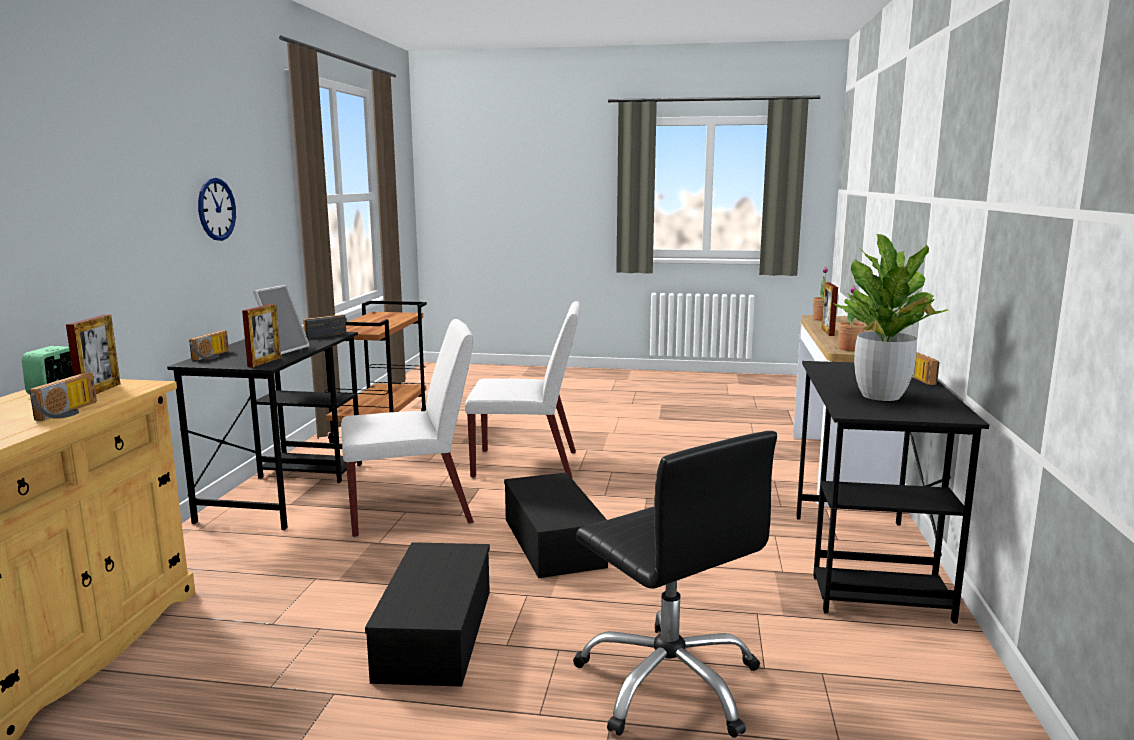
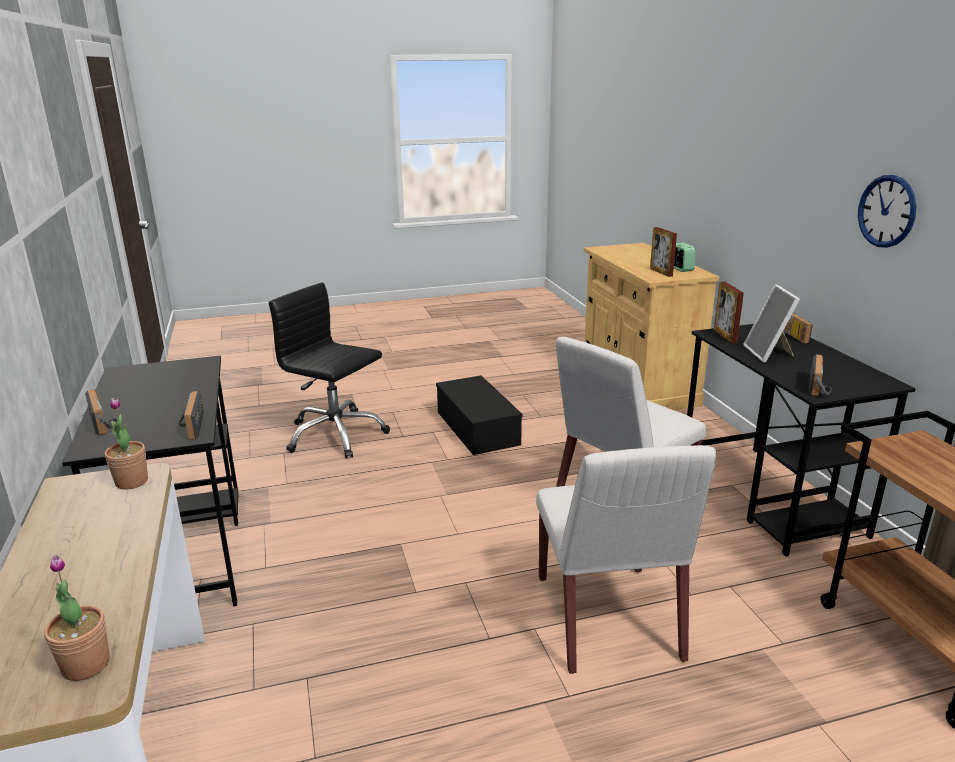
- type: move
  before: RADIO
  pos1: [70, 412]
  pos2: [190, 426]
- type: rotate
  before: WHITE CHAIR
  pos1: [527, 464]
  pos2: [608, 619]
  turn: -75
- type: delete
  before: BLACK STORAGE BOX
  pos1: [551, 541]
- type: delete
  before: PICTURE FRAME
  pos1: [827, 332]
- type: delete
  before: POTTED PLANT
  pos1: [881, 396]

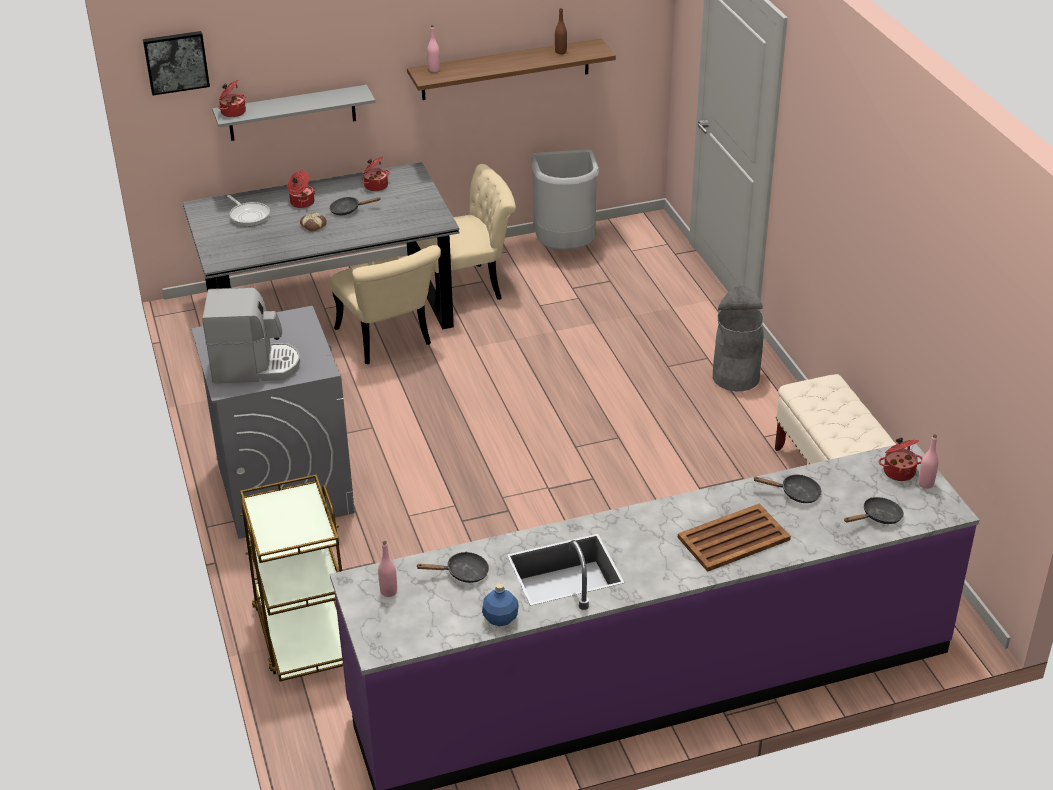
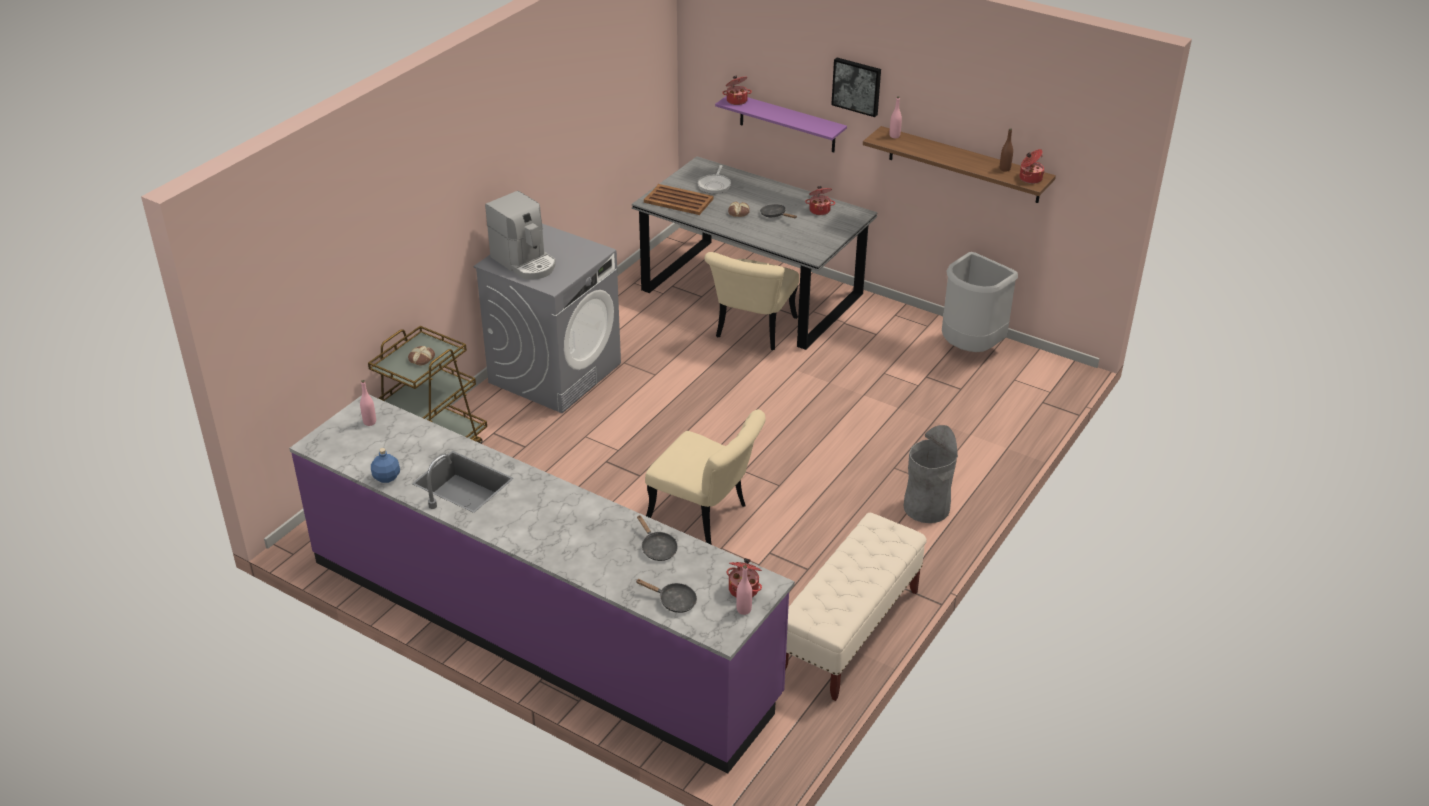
- type: move
  before: PICTURE
  pos1: [176, 61]
  pos2: [857, 86]
- type: recolor
  before: GREY SHELF
  after: PURPLE SHELF
  pos1: [292, 113]
  pos2: [787, 123]
- type: move
  before: COOKING POT
  pos1: [301, 202]
  pos2: [1030, 178]
- type: move
  before: BEIGE CHAIR
  pos1: [467, 286]
  pos2: [706, 516]
- type: delete
  before: BLACK FRYING PAN
  pos1: [463, 573]
- type: move
  before: BROWN TRAY
  pos1: [734, 538]
  pos2: [679, 201]
- type: insert
  after: BREAD
  pos2: [421, 358]

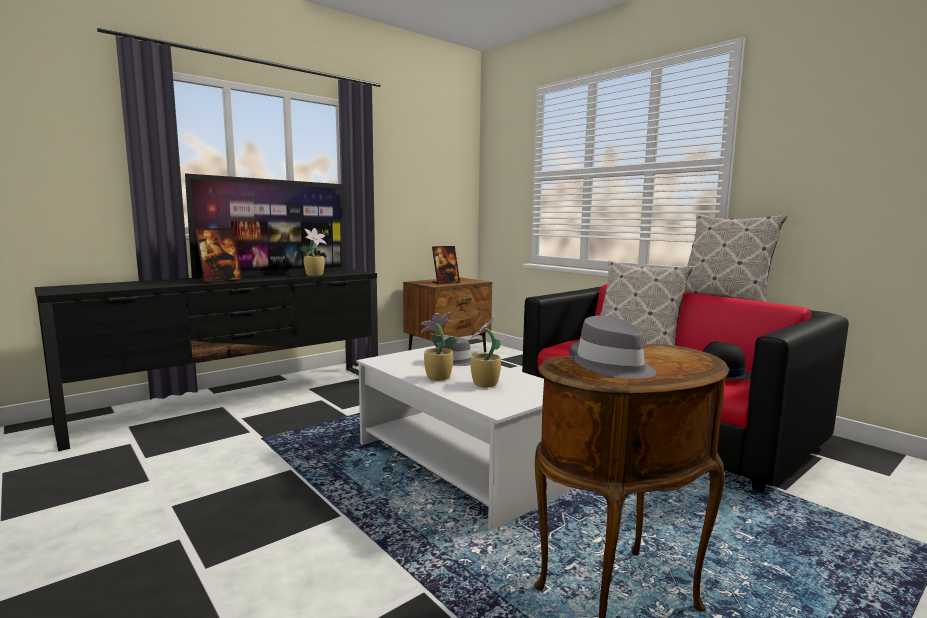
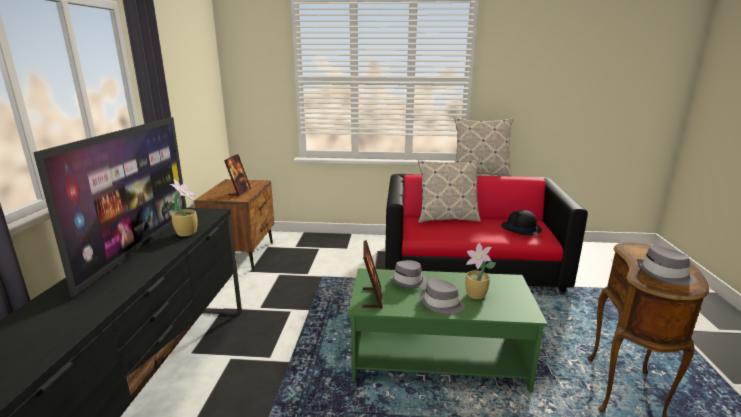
- type: move
  before: PICTURE FRAME
  pos1: [220, 280]
  pos2: [372, 298]
- type: recolor
  before: WHITE COFFEE TABLE
  after: GREEN COFFEE TABLE
  pos1: [460, 465]
  pos2: [438, 357]
- type: replace
  before: POTTED PLANT
  after: GREY HAT
  pos1: [437, 378]
  pos2: [441, 304]

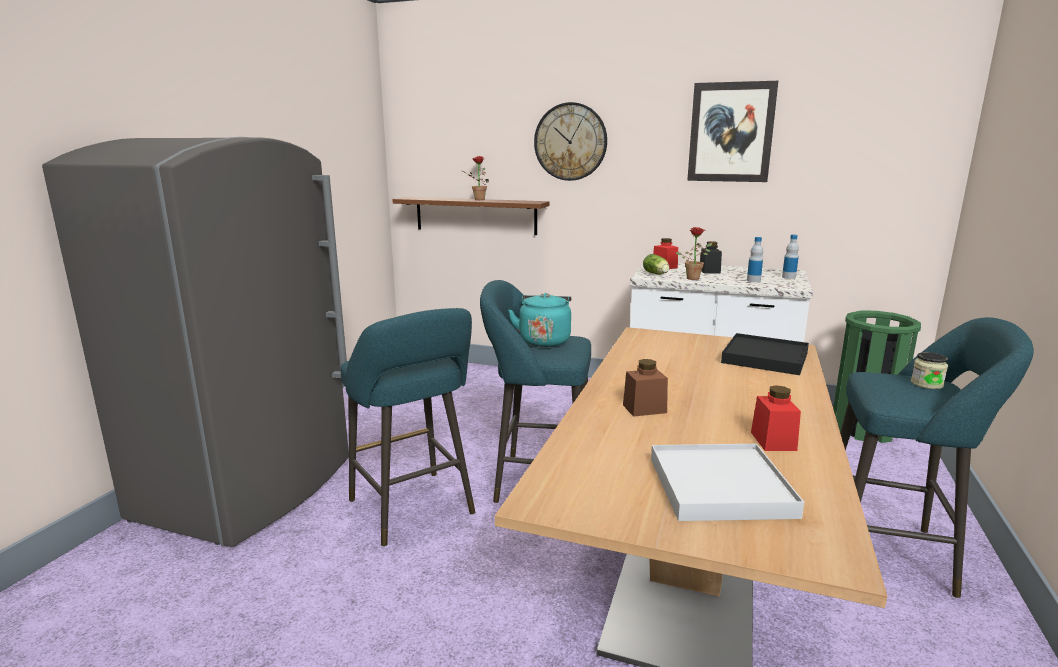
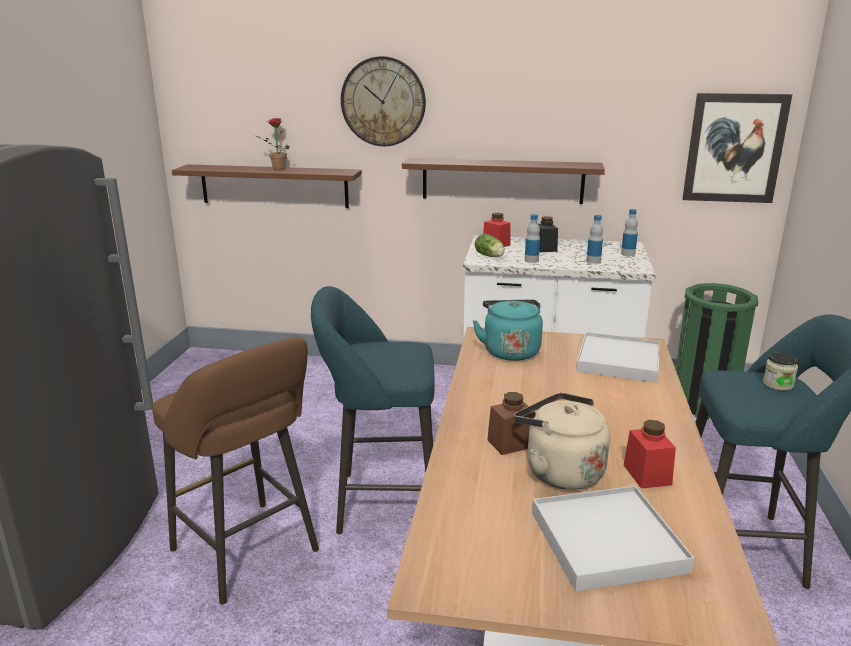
- type: recolor
  before: TURQUOISE STOOL
  after: BROWN STOOL
  pos1: [414, 510]
  pos2: [249, 554]
- type: move
  before: TURQUOISE KETTLE
  pos1: [544, 340]
  pos2: [510, 351]
- type: replace
  before: POTTED PLANT
  after: BOTTLE
  pos1: [694, 278]
  pos2: [531, 260]
- type: move
  before: PICTURE
  pos1: [731, 132]
  pos2: [734, 148]
- type: recolor
  before: BLACK TRAY
  after: WHITE TRAY
  pos1: [765, 358]
  pos2: [618, 361]
- type: insert
  after: BROWN SHELF
  pos2: [502, 180]
- type: insert
  after: BEIGE KETTLE
  pos2: [559, 471]

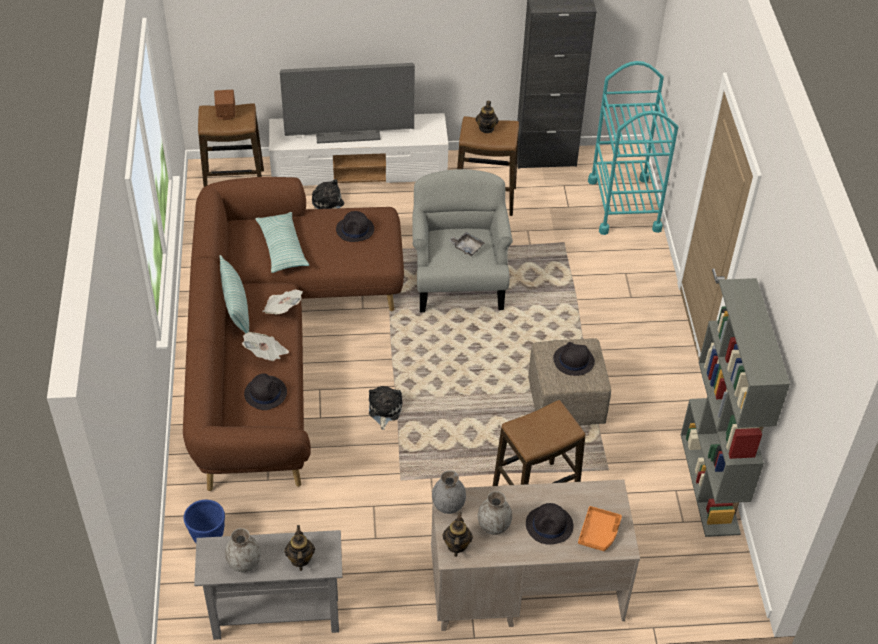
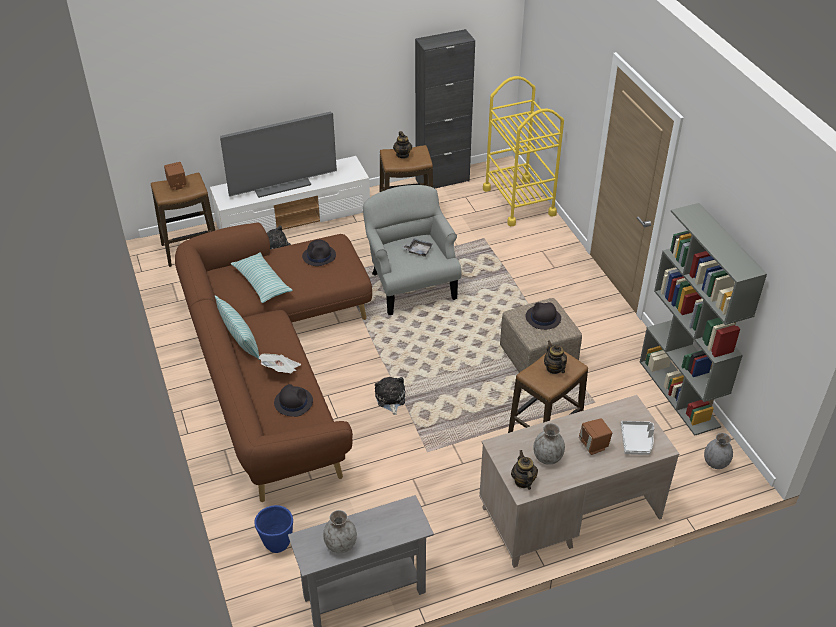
- type: delete
  before: NEWSPAPER
  pos1: [282, 309]
- type: move
  before: TEAPOT
  pos1: [300, 559]
  pos2: [554, 368]
- type: move
  before: GREY VASE
  pos1: [448, 505]
  pos2: [715, 463]
- type: replace
  before: BLACK HAT
  after: BROWN SPEAKER
  pos1: [549, 525]
  pos2: [593, 446]
- type: recolor
  before: ORANGE TRAY
  after: GREY TRAY
  pos1: [599, 533]
  pos2: [637, 441]
- type: recolor
  before: TURQUOISE CART
  after: YELLOW CART
  pos1: [624, 205]
  pos2: [519, 201]

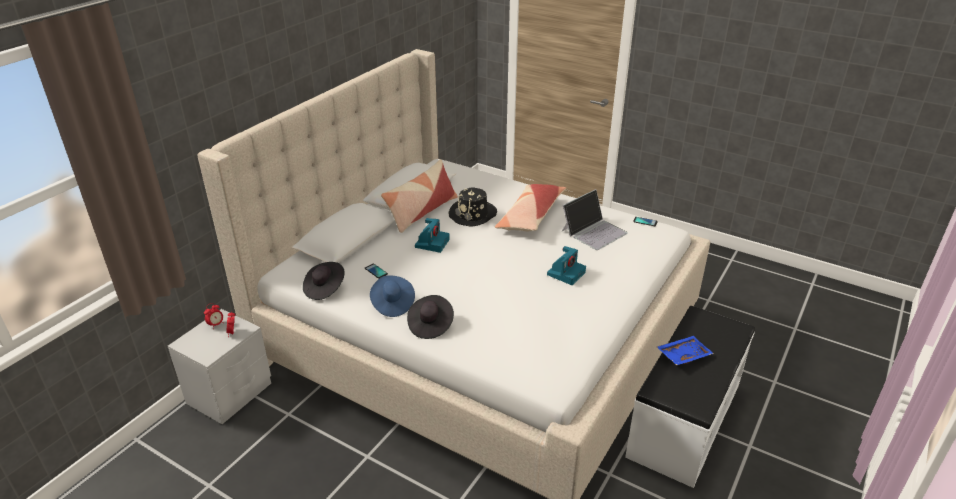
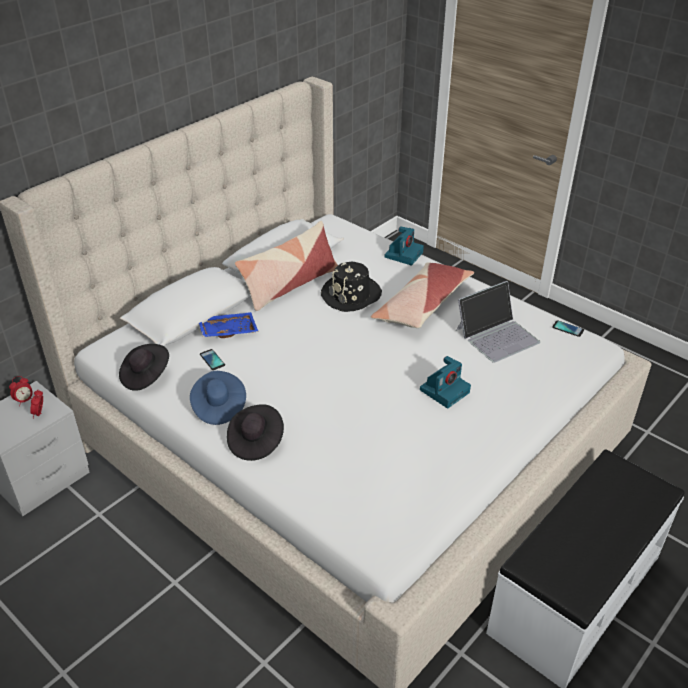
- type: move
  before: PHOTO CAMERA
  pos1: [432, 243]
  pos2: [403, 254]
- type: move
  before: BLUE TRAY
  pos1: [683, 355]
  pos2: [228, 330]

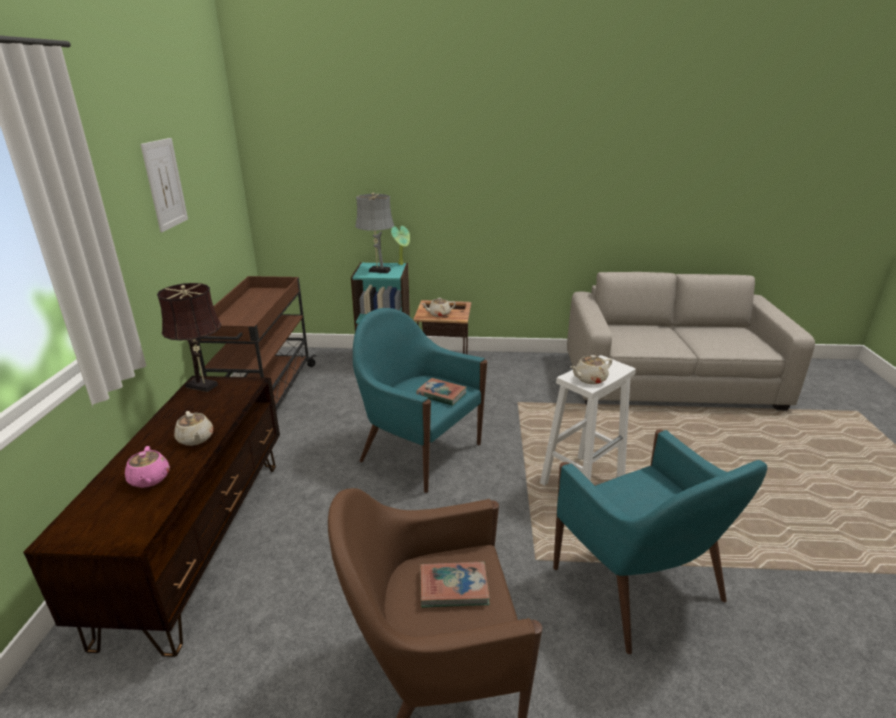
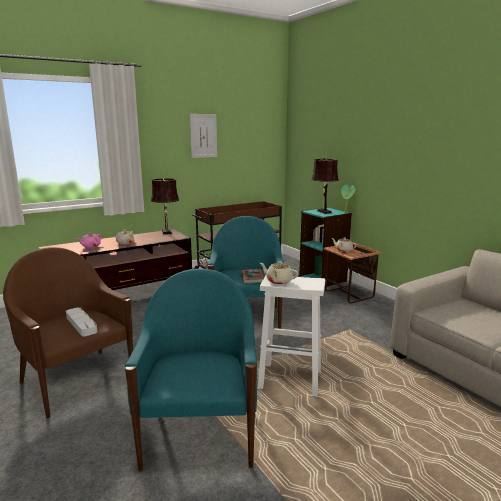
- type: recolor
  before: GREY TABLE LAMP
  after: BROWN TABLE LAMP
  pos1: [377, 270]
  pos2: [323, 211]
- type: replace
  before: BOOK
  after: GREY TRAY
  pos1: [453, 587]
  pos2: [81, 324]
- type: rotate
  before: TURQUOISE ARMCHAIR
  pos1: [639, 587]
  pos2: [200, 432]
  turn: 150

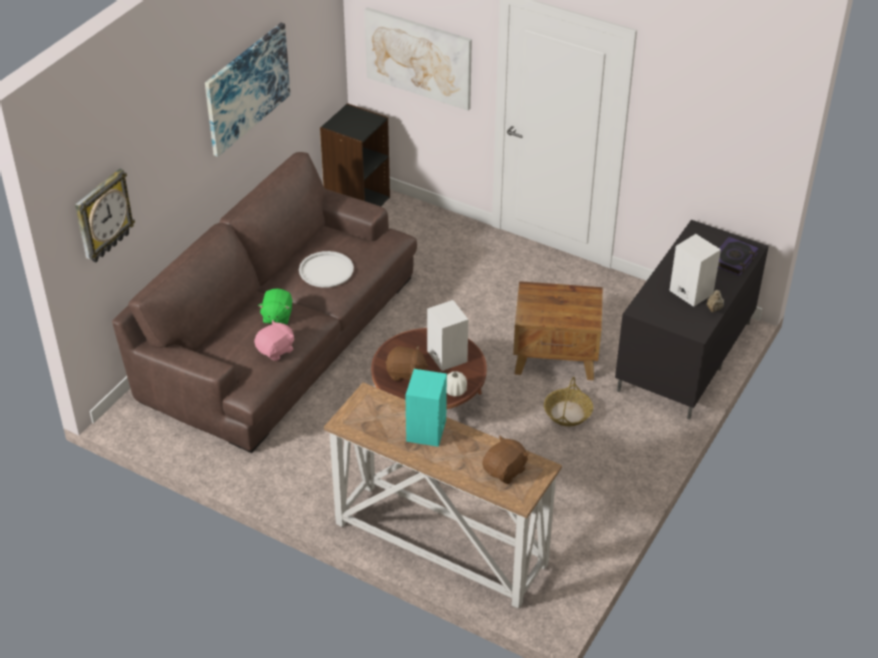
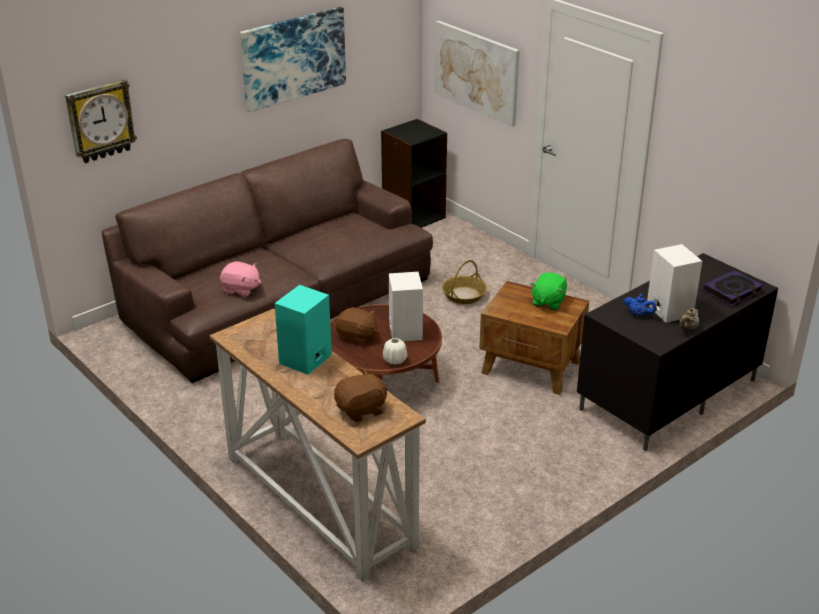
- type: rotate
  before: PINK PLUSH TOY
  pos1: [276, 350]
  pos2: [241, 290]
  turn: 45
- type: move
  before: GREEN PLUSH TOY
  pos1: [277, 316]
  pos2: [548, 302]
- type: delete
  before: WHITE TRAY
  pos1: [326, 270]
- type: move
  before: BASKET
  pos1: [567, 413]
  pos2: [464, 295]
- type: insert
  after: BLUE TEAPOT
  pos2: [639, 315]

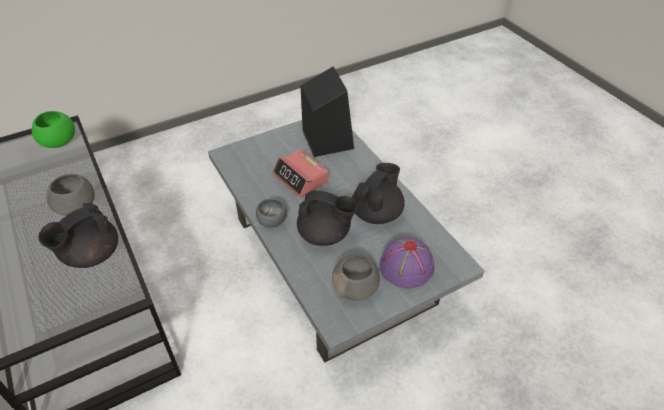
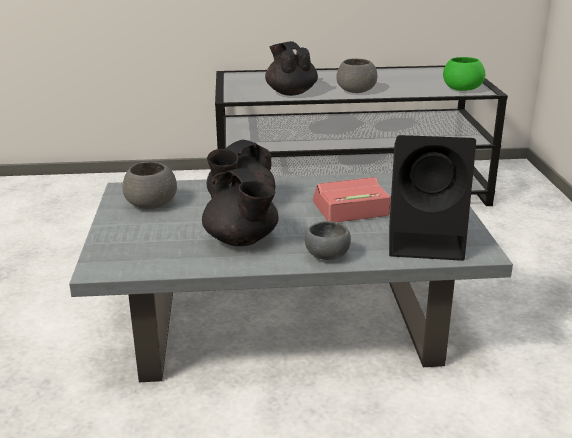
- type: move
  before: GREY BOWL
  pos1: [272, 221]
  pos2: [327, 257]
- type: delete
  before: PURPLE HAT
  pos1: [406, 267]

